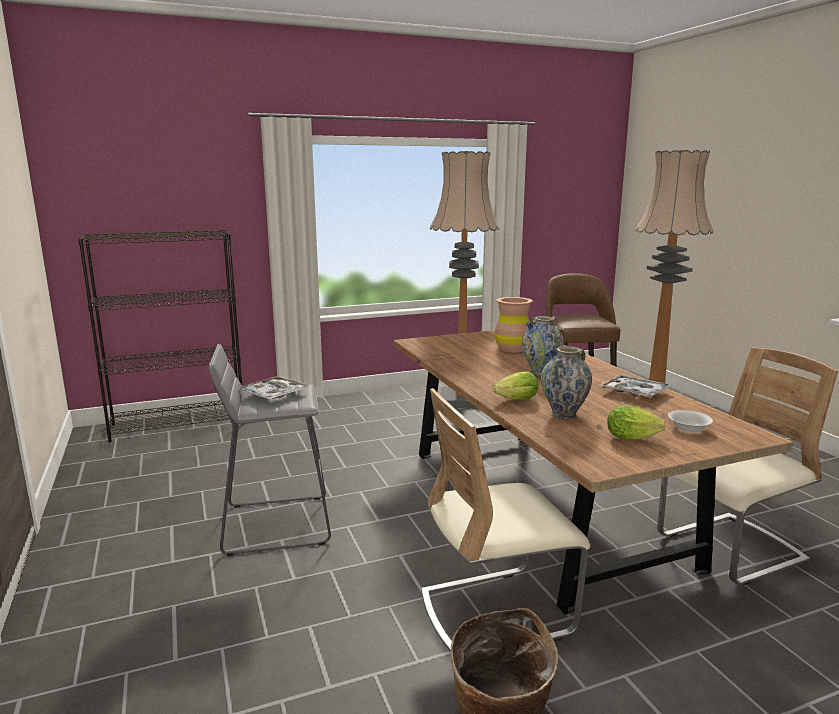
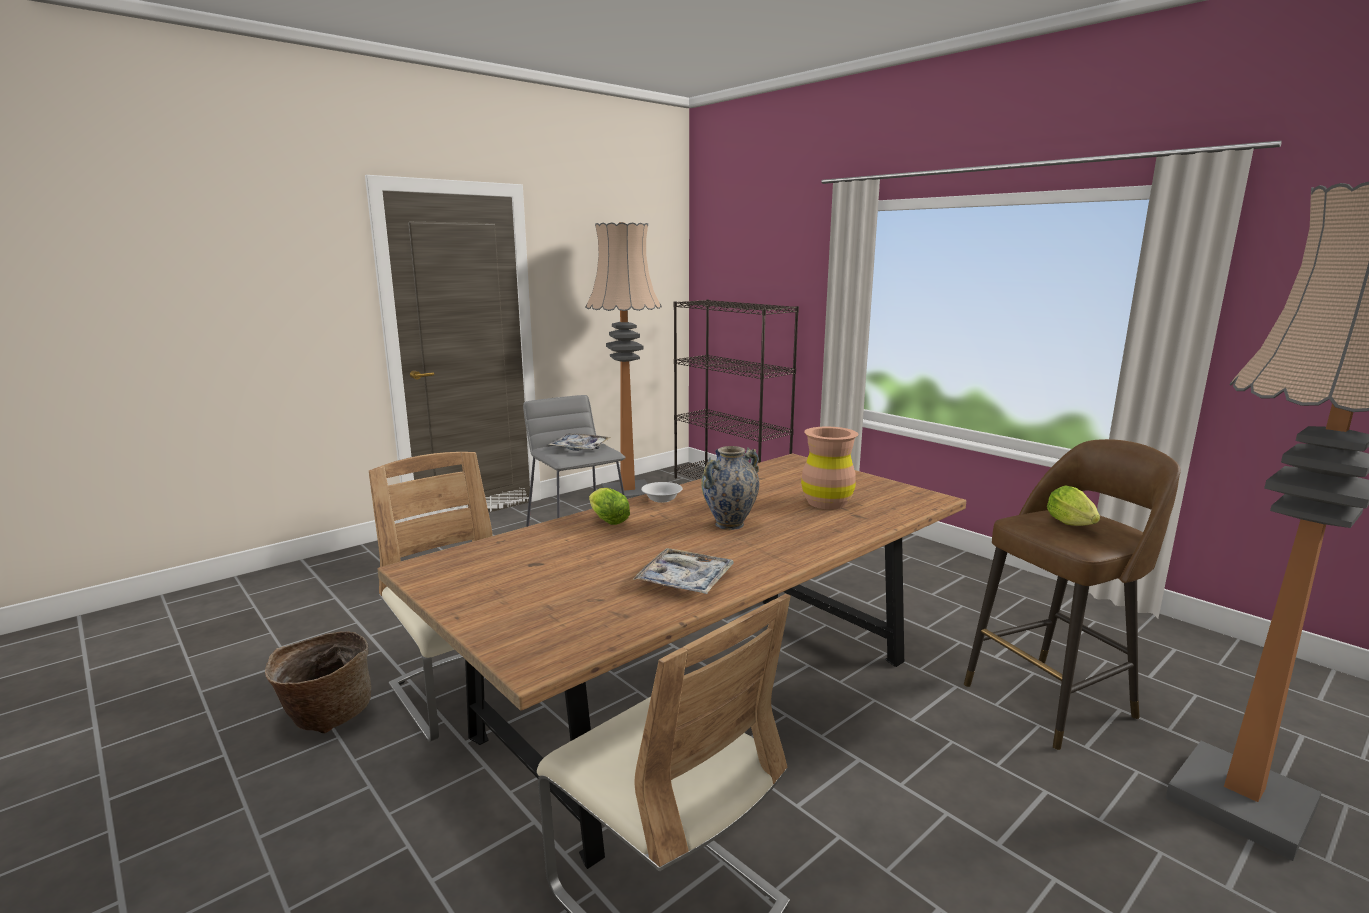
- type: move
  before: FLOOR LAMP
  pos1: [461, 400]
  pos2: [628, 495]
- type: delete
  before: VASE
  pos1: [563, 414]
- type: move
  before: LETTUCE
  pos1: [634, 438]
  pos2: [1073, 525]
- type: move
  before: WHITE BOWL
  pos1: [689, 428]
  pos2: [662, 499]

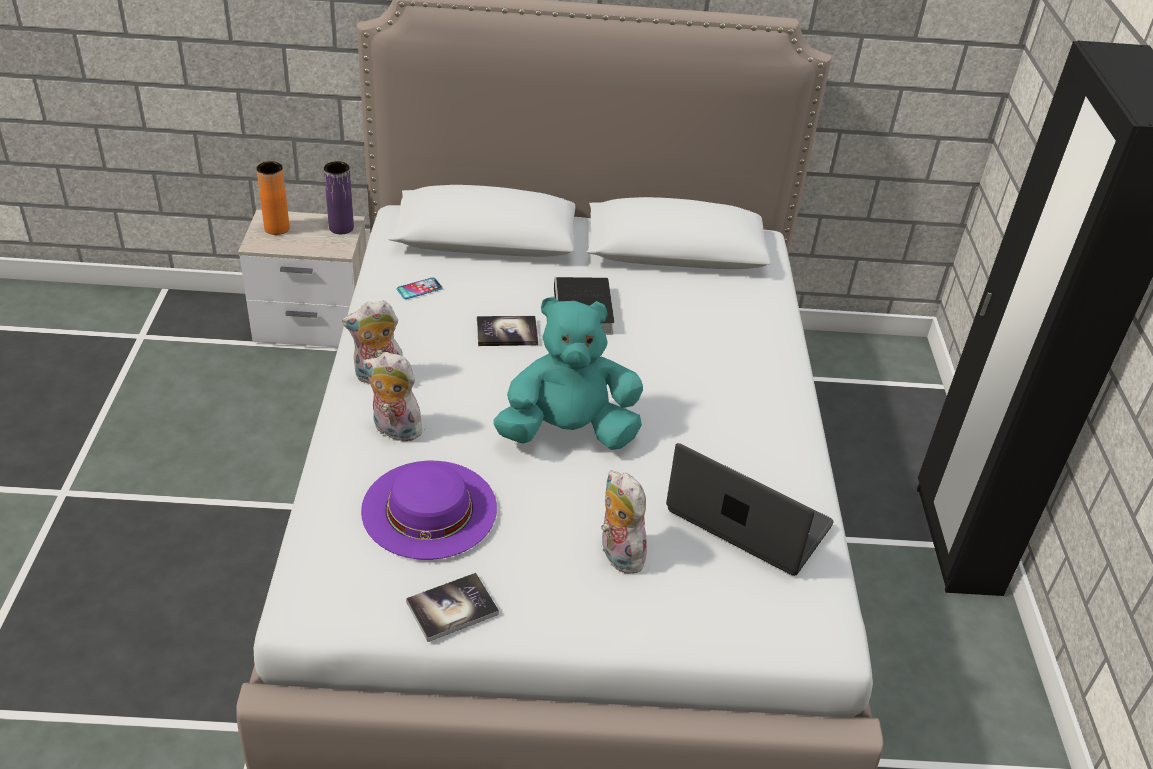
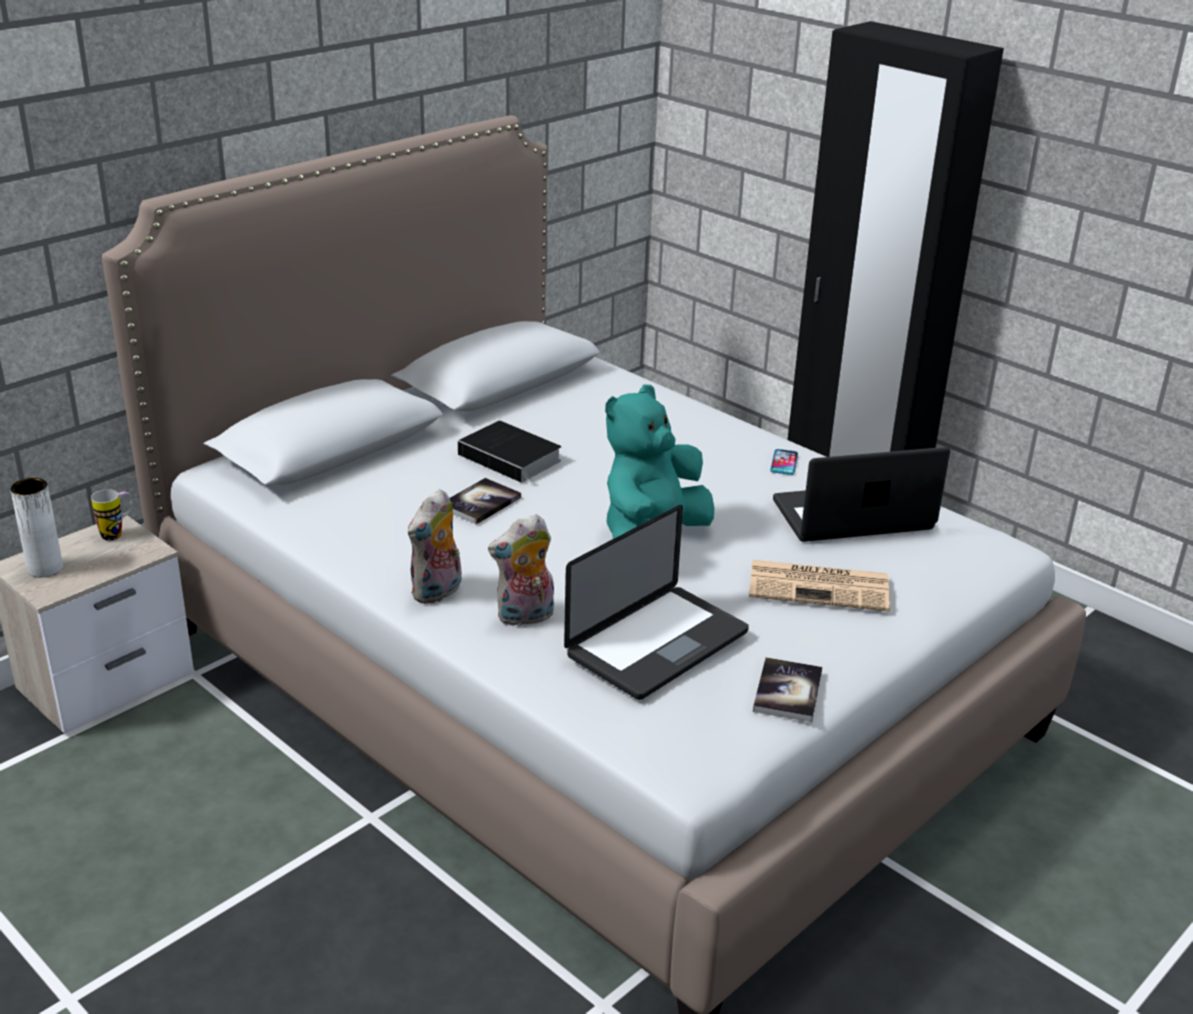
- type: recolor
  before: ORANGE VASE
  after: WHITE VASE
  pos1: [277, 228]
  pos2: [45, 568]
- type: replace
  before: PURPLE VASE
  after: MUG
  pos1: [341, 228]
  pos2: [118, 533]
- type: replace
  before: PURPLE HAT
  after: LAPTOP
  pos1: [429, 509]
  pos2: [657, 644]
- type: move
  before: PHONE
  pos1: [419, 289]
  pos2: [784, 463]
- type: replace
  before: PLUSH TOY
  after: NEWSPAPER
  pos1: [618, 554]
  pos2: [820, 586]

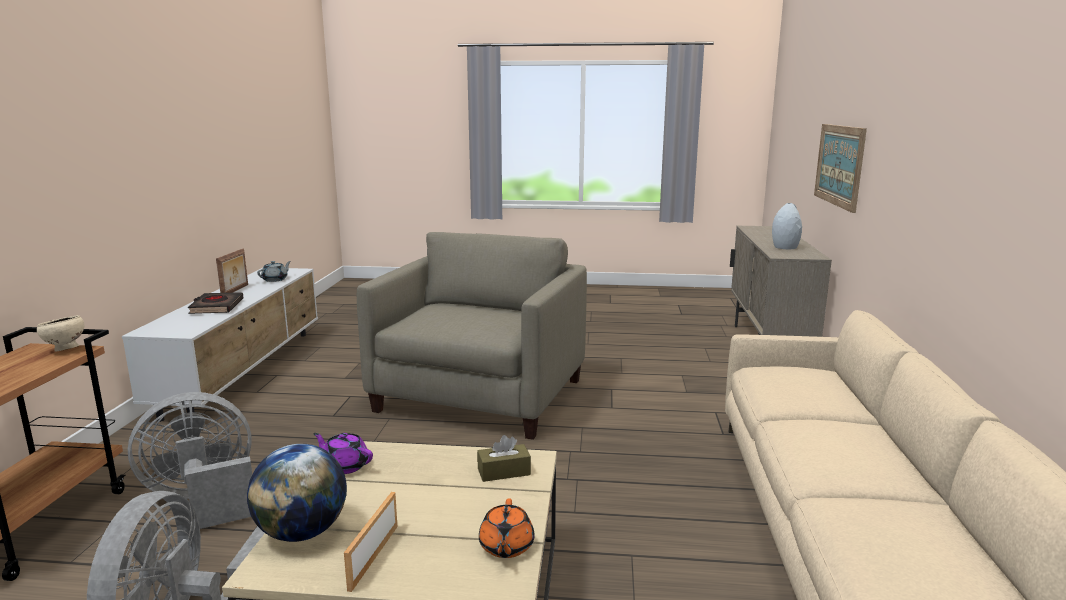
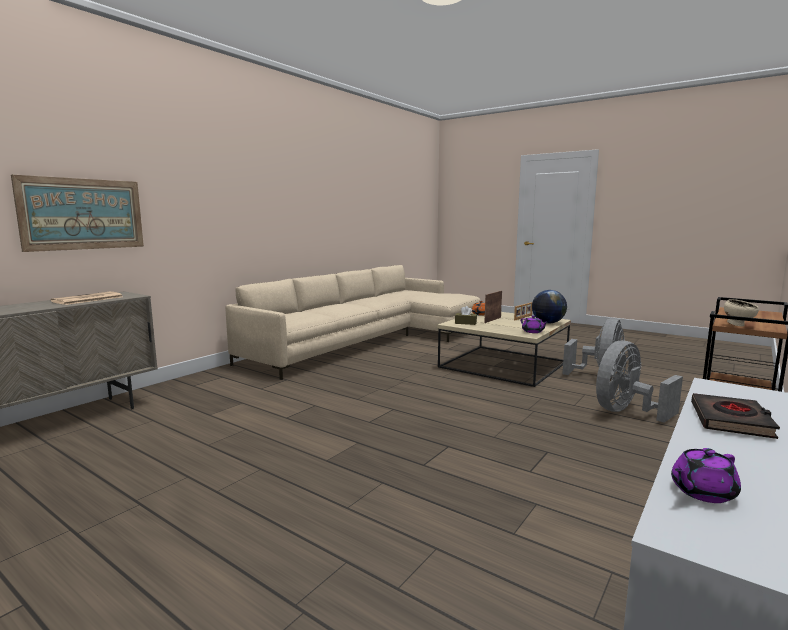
- type: rotate
  before: GREY FAN
  pos1: [204, 500]
  pos2: [626, 412]
  turn: 135
- type: move
  before: PICTURE FRAME
  pos1: [235, 291]
  pos2: [492, 320]
- type: recolor
  before: GREY TEAPOT
  after: PURPLE TEAPOT
  pos1: [275, 279]
  pos2: [702, 492]
- type: delete
  before: BEIGE ARMCHAIR
  pos1: [480, 396]
- type: replace
  before: GREY VASE
  after: NEWSPAPER
  pos1: [784, 247]
  pos2: [87, 299]

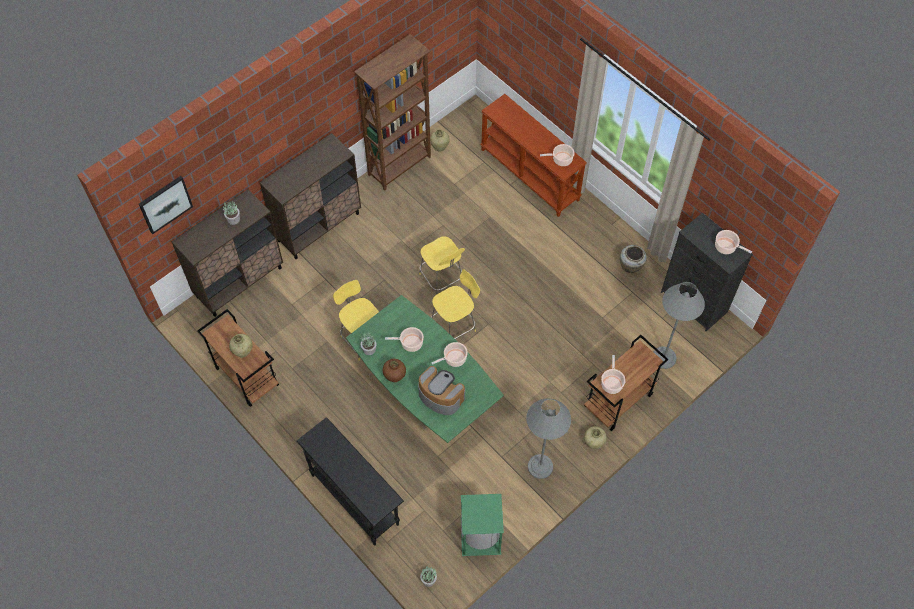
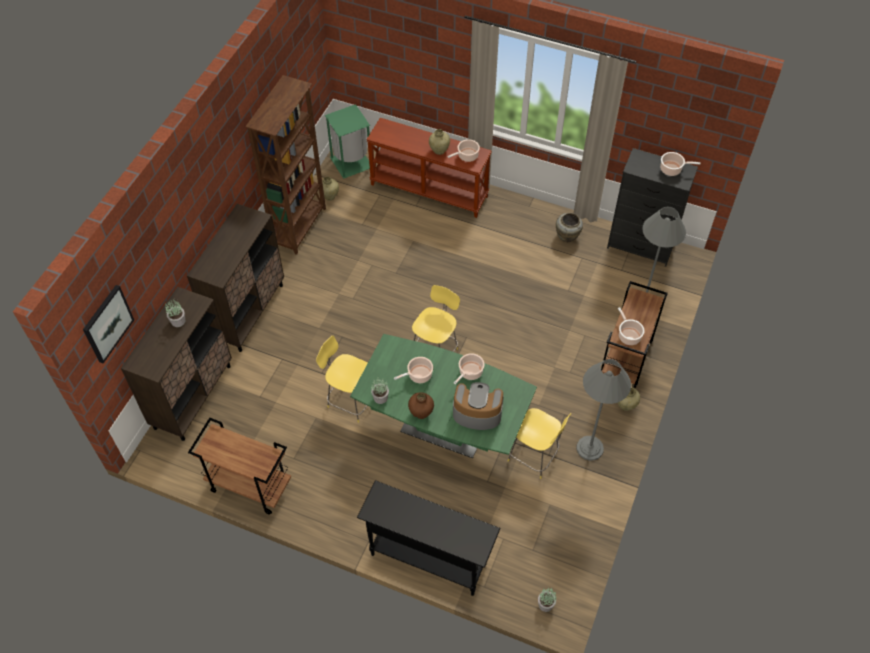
- type: move
  before: BEIGE VASE
  pos1: [243, 351]
  pos2: [439, 150]
- type: move
  before: YELLOW STOOL
  pos1: [442, 279]
  pos2: [534, 456]
- type: move
  before: GREEN TRASH CAN
  pos1: [481, 535]
  pos2: [351, 162]

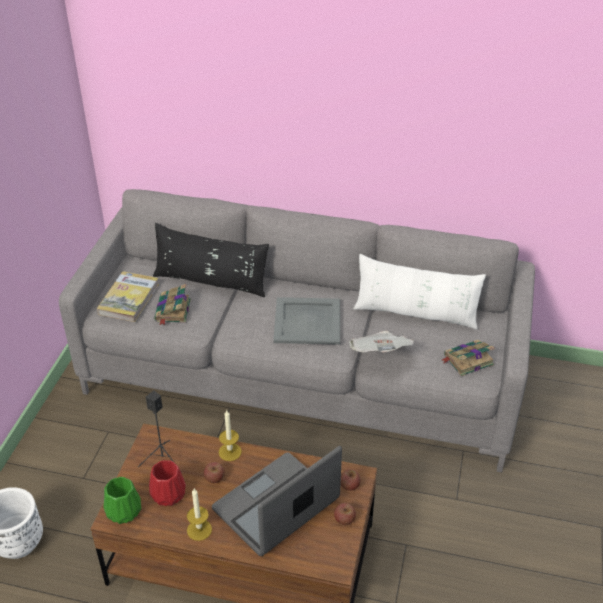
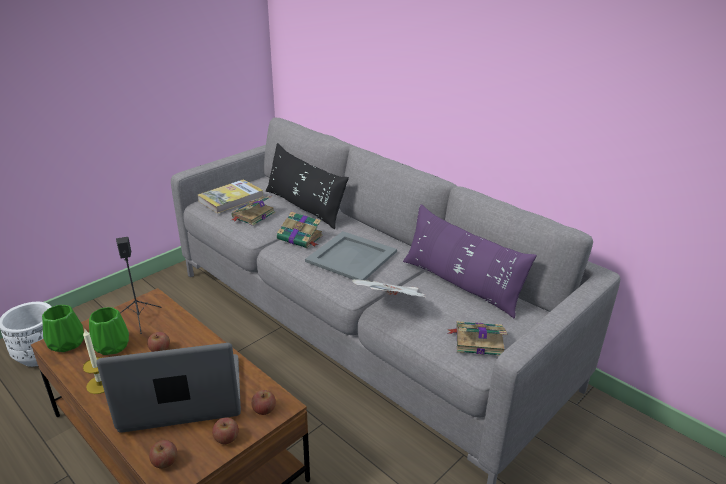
- type: recolor
  before: RED VASE
  after: GREEN VASE
  pos1: [169, 494]
  pos2: [113, 346]
- type: delete
  before: CANDLE
  pos1: [230, 452]
- type: recolor
  before: WHITE PILLOW
  after: PURPLE PILLOW
  pos1: [415, 313]
  pos2: [460, 284]
- type: insert
  after: APPLE
  pos2: [165, 462]
- type: insert
  after: BOOK
  pos2: [301, 238]

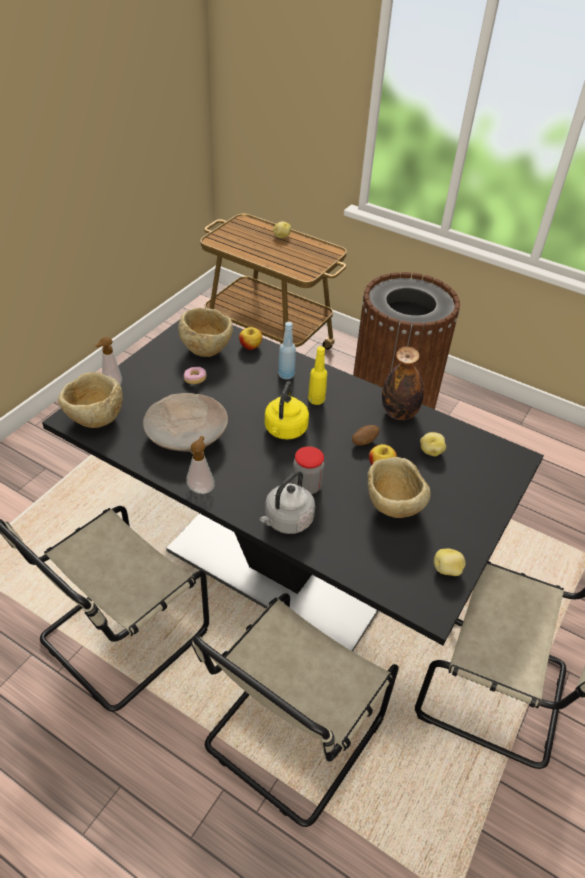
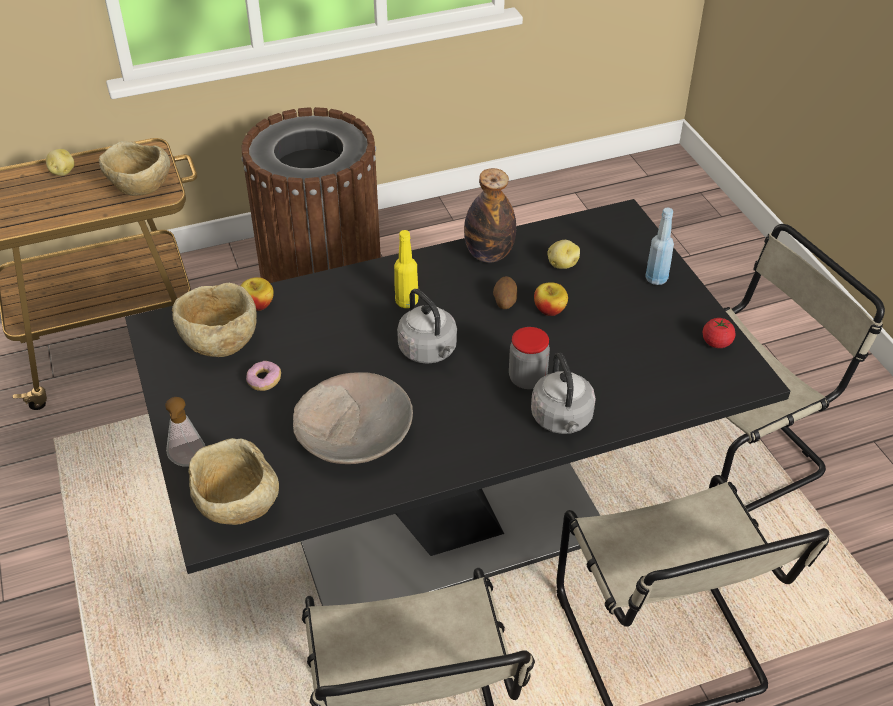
- type: delete
  before: SOAP DISPENSER
  pos1: [201, 488]
- type: recolor
  before: YELLOW KETTLE
  after: GREY KETTLE
  pos1: [285, 431]
  pos2: [429, 351]
- type: move
  before: BLUE BOTTLE
  pos1: [286, 375]
  pos2: [656, 279]
- type: move
  before: BEIGE BOWL
  pos1: [392, 507]
  pos2: [140, 191]
- type: replace
  before: POTATO
  after: TOMATO
  pos1: [447, 570]
  pos2: [716, 342]

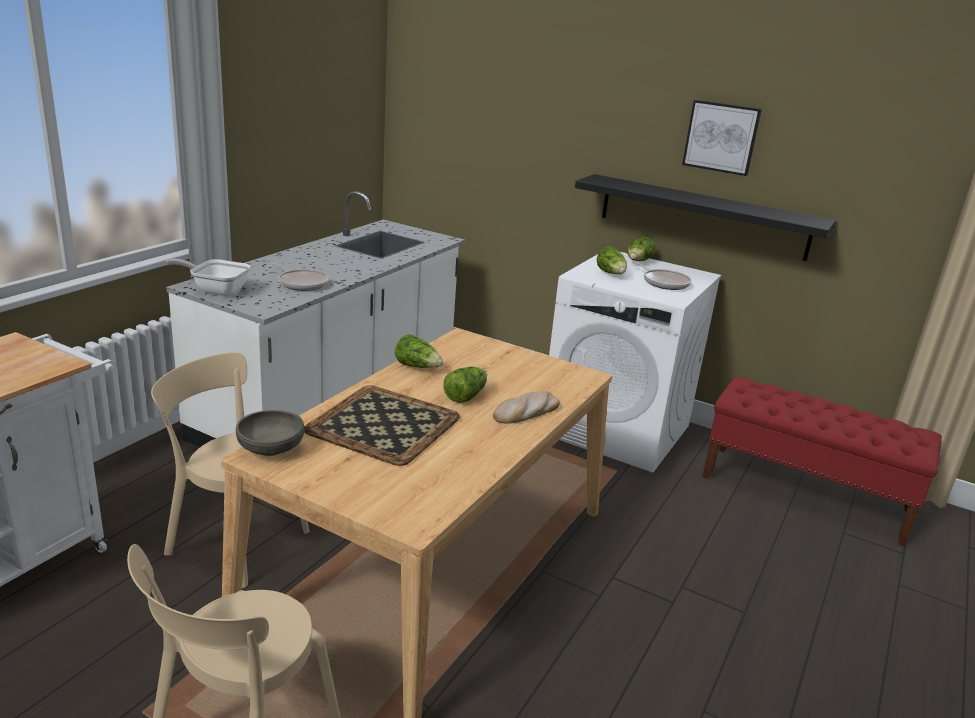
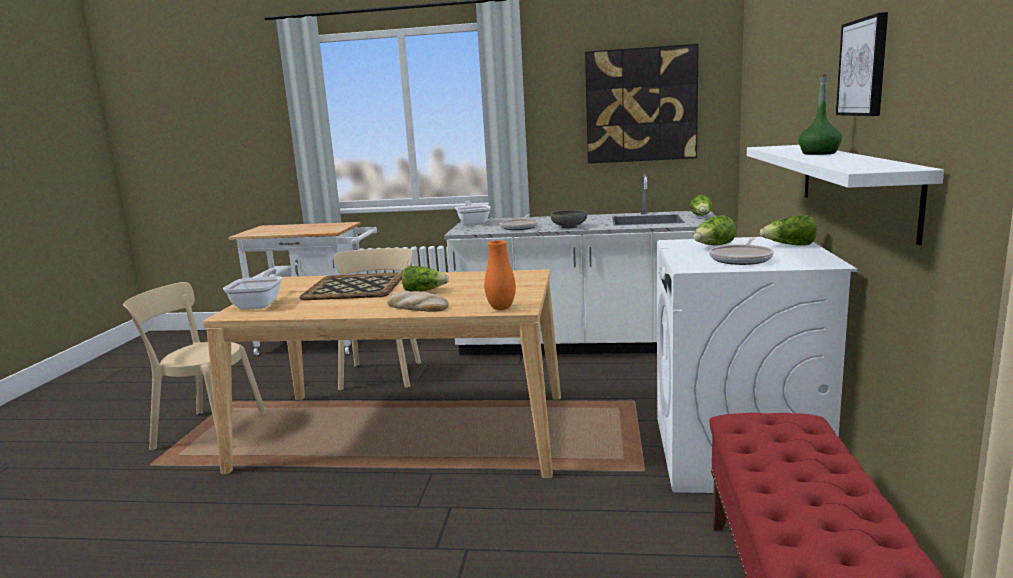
- type: move
  before: GREY BOWL
  pos1: [271, 449]
  pos2: [569, 227]
- type: move
  before: LETTUCE
  pos1: [418, 367]
  pos2: [701, 216]
- type: recolor
  before: BLACK SHELF
  after: WHITE SHELF
  pos1: [703, 216]
  pos2: [854, 185]
- type: insert
  after: FRYING PAN
  pos2: [260, 304]
- type: insert
  after: ORANGE VASE
  pos2: [501, 308]
- type: insert
  after: PICTURE
  pos2: [641, 105]
- type: insert
  after: GREEN BOTTLE
  pos2: [818, 153]

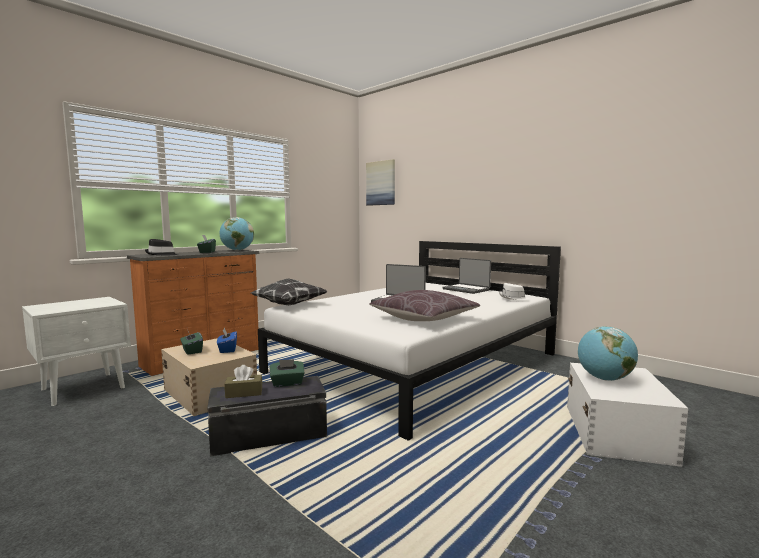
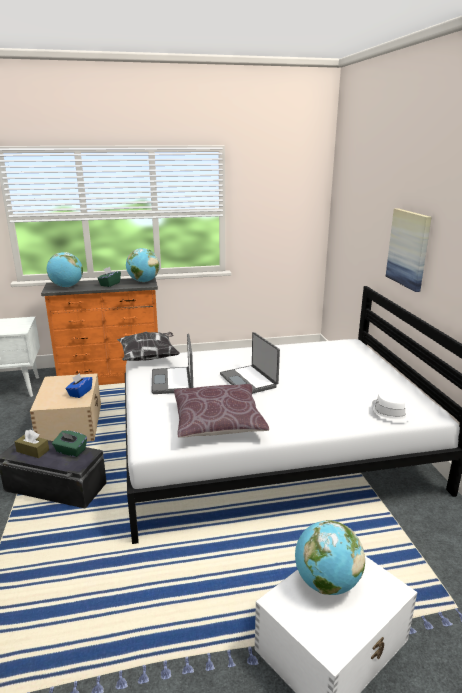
- type: replace
  before: BLACK HAT
  after: GLOBE
  pos1: [161, 254]
  pos2: [67, 286]
- type: delete
  before: GREEN TISSUE BOX
  pos1: [192, 351]
- type: move
  before: PICTURE
  pos1: [381, 183]
  pos2: [409, 248]
- type: move
  before: LAPTOP
  pos1: [466, 289]
  pos2: [173, 381]

